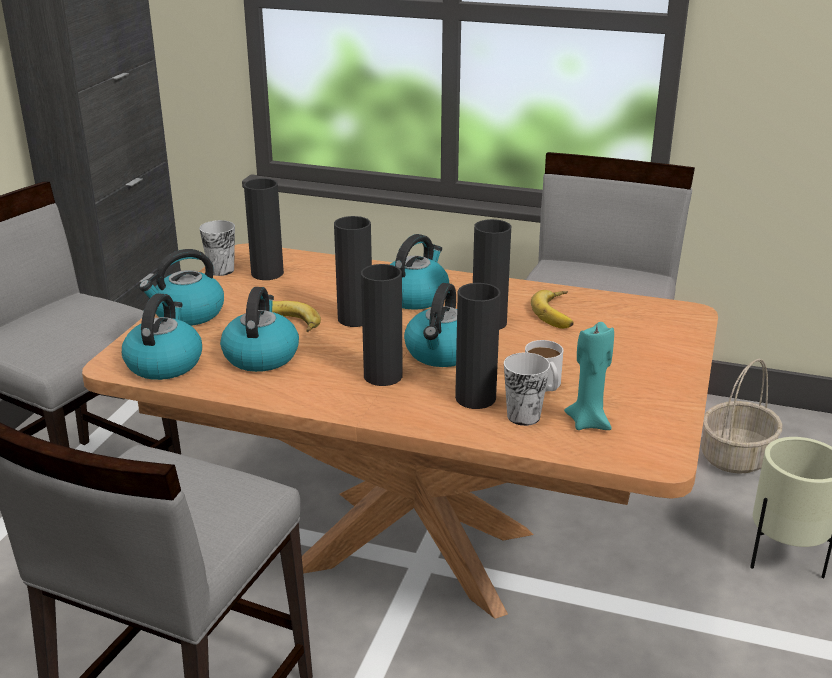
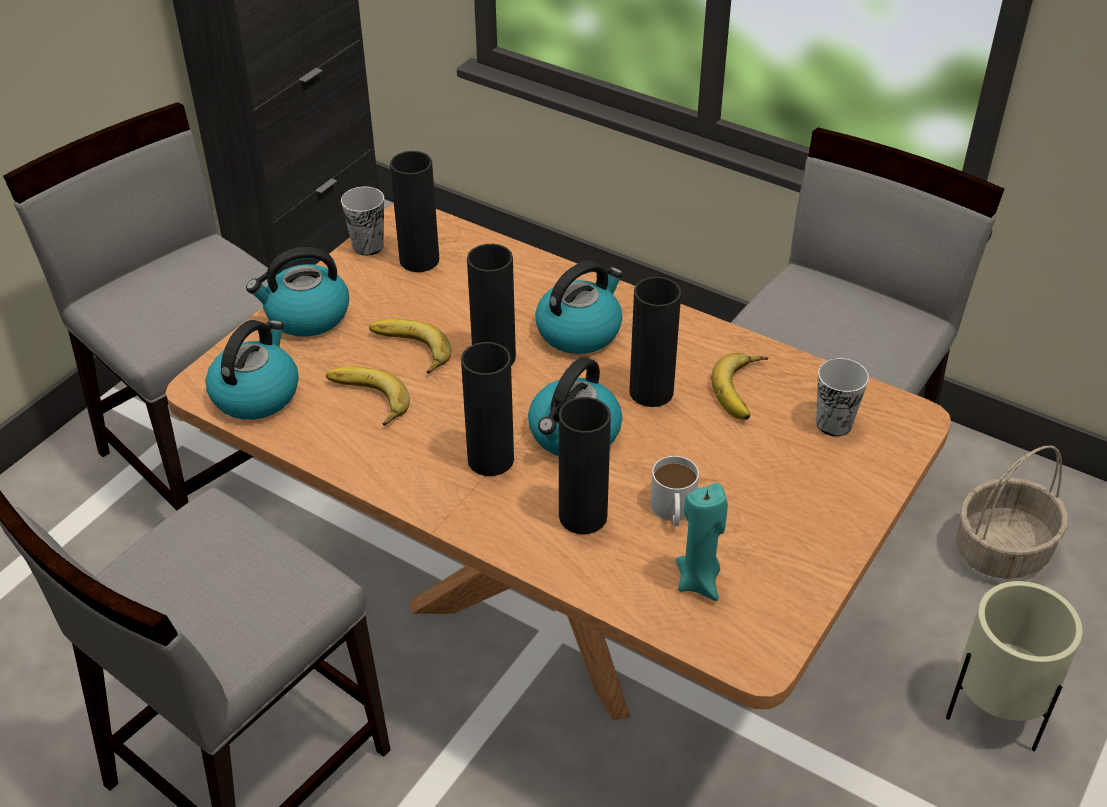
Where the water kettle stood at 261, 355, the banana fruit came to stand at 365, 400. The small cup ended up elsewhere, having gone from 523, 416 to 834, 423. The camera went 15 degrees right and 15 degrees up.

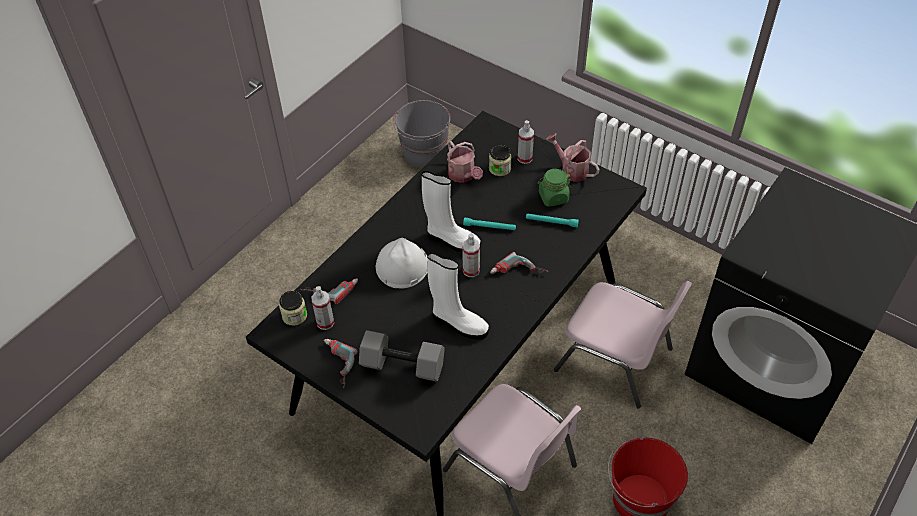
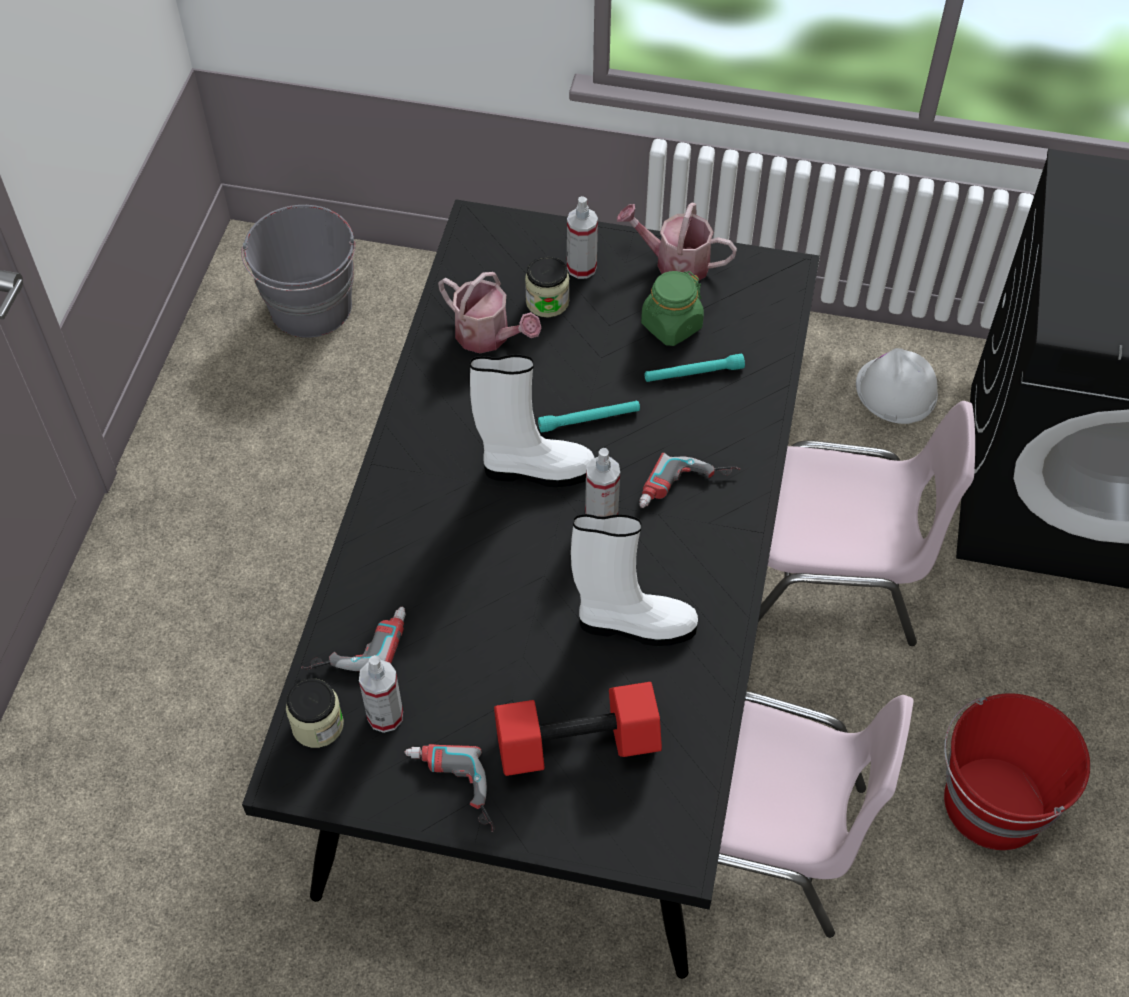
What was the dumbbell in gray at 401, 366 turned into the dumbbell in red at 575, 746. The work helmet in white ended up elsewhere, having gone from 402, 266 to 896, 390. The camera went 25 degrees left and 5 degrees up.

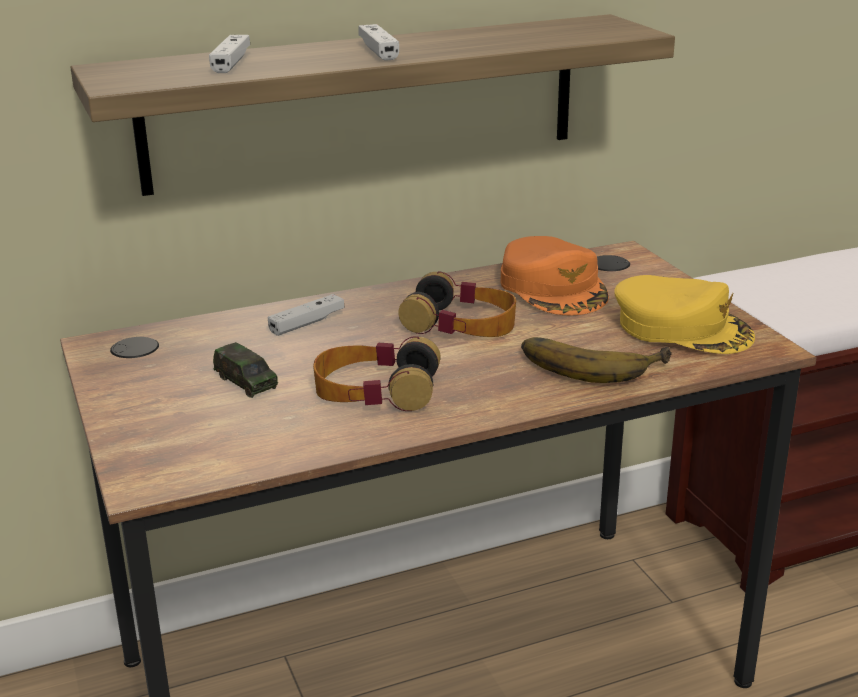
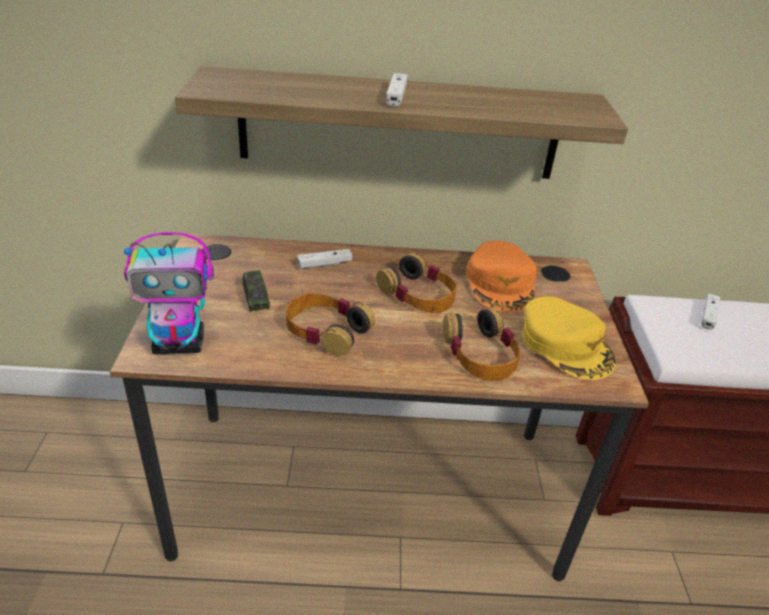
The second view gained the robot figure at 180, 344. Where the banana fruit stood at 591, 361, the pair of headphones came to stand at 480, 353. The joypad in white ended up elsewhere, having gone from 231, 63 to 708, 316. The camera went 20 degrees right and 10 degrees up.

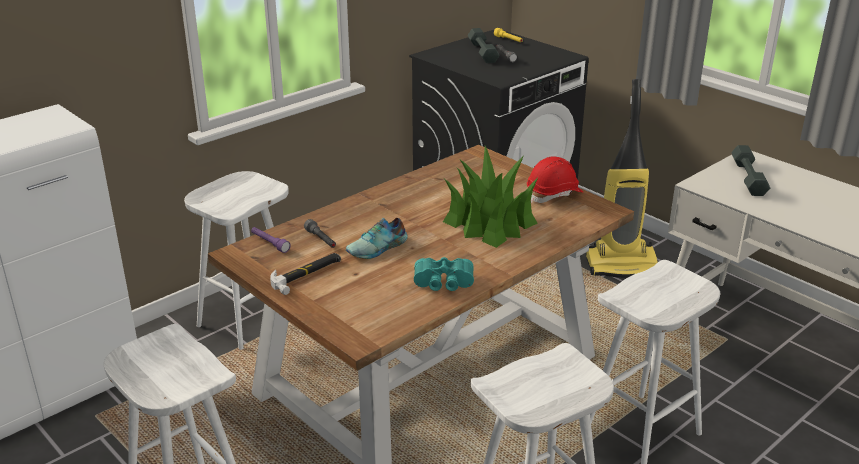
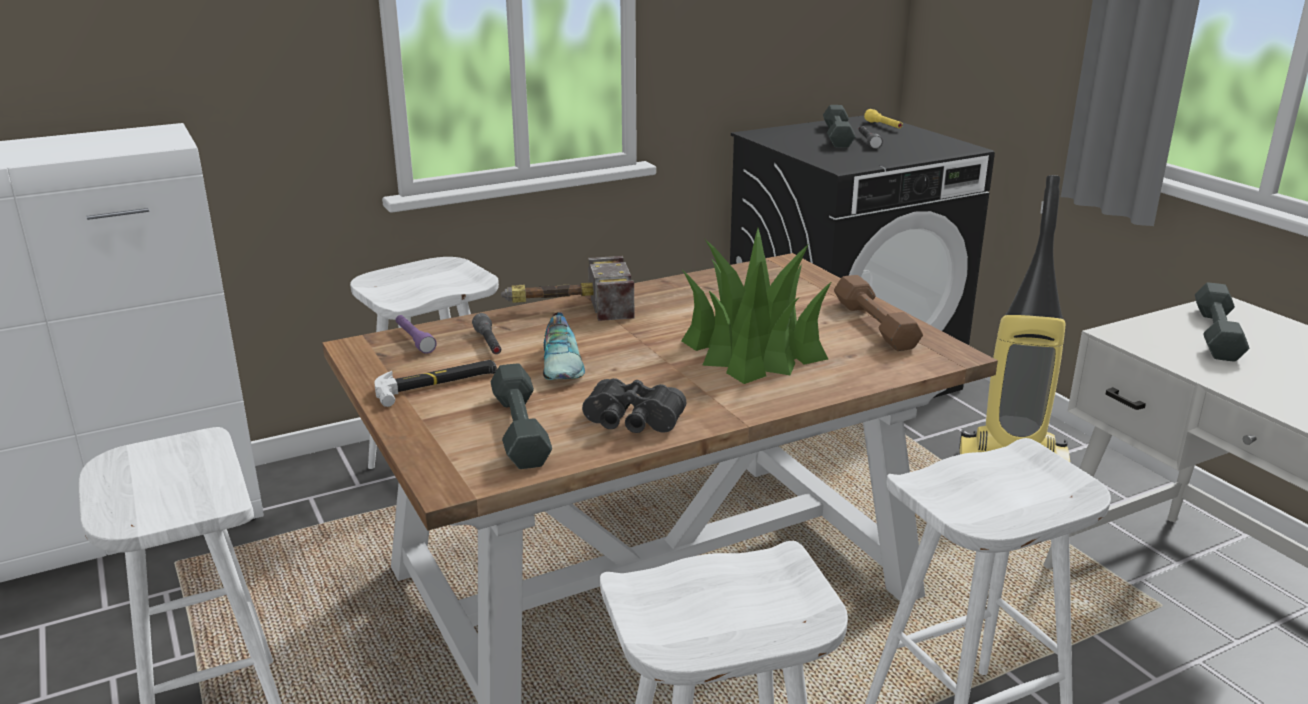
The second view gained the dumbbell in gray at 519, 428. The second view gained the hammer at 566, 308. The low shoe at 378, 248 ended up facing another way, 75 degrees counterclockwise from before. What was the pair of binoculars in turquoise-coloured at 443, 284 turned into the pair of binoculars in black-coloured at 631, 423. Where the work helmet in red stood at 554, 194, the dumbbell in brown came to stand at 875, 324. The camera went 15 degrees right and 5 degrees down.

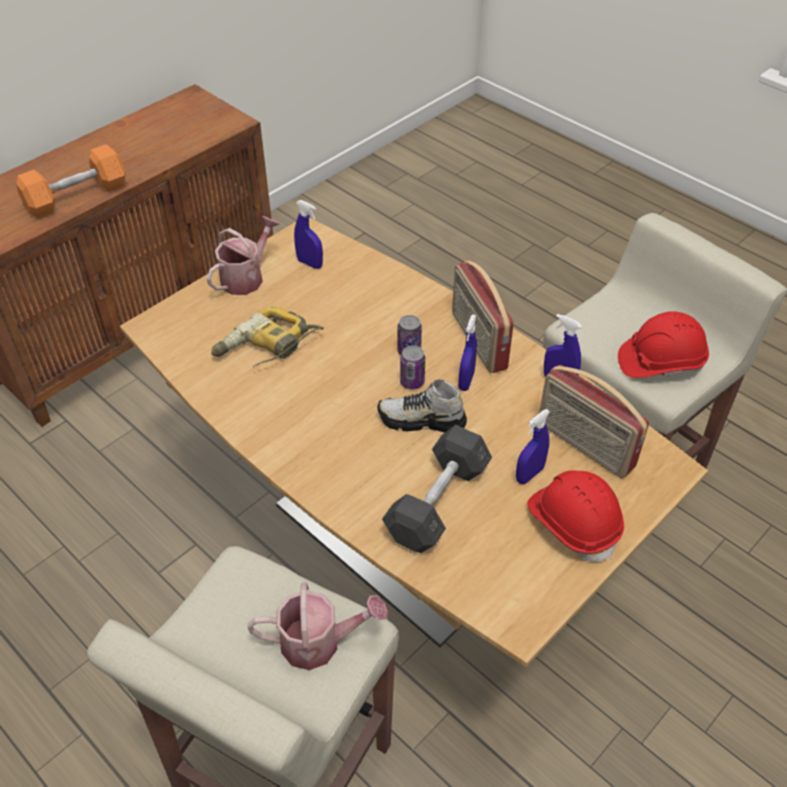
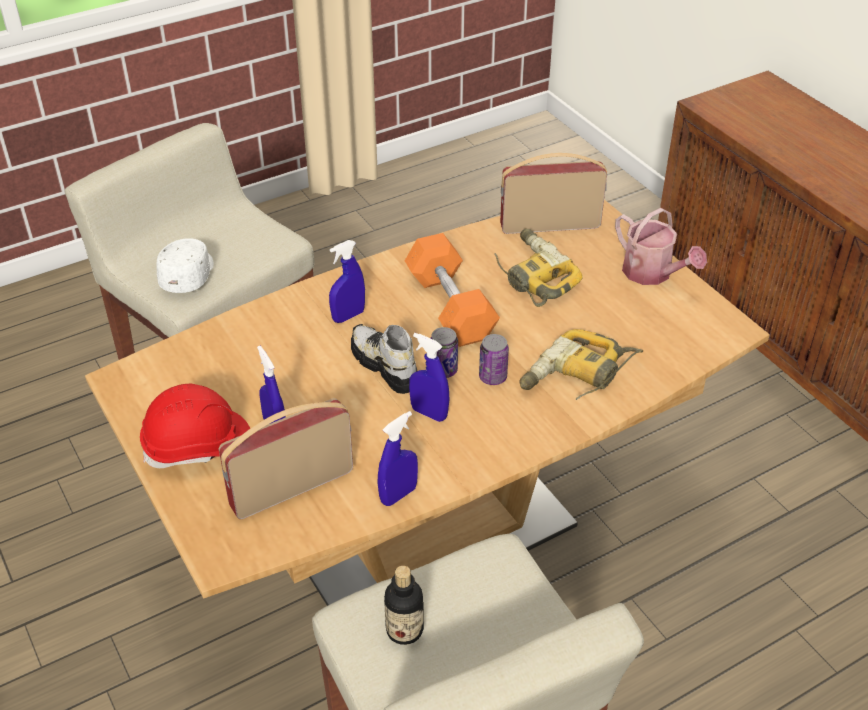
Where the watering pot stood at 319, 642, the baseball cap in white came to stand at 188, 275. The hand sprayer in bluish ended up elsewhere, having gone from 310, 263 to 348, 316. The low shoe at 421, 421 ended up facing another way, 60 degrees counterclockwise from before. Where the work helmet in red stood at 660, 362, the beverage bottle came to stand at 404, 630. The dumbbell in orangey ended up elsewhere, having gone from 76, 196 to 450, 307. The radio receiver ended up elsewhere, having gone from 477, 341 to 549, 225. The second view gained the electric drill at 578, 377. The second view lost the dumbbell in gray at 437, 502. The camera went 105 degrees right and 5 degrees down.

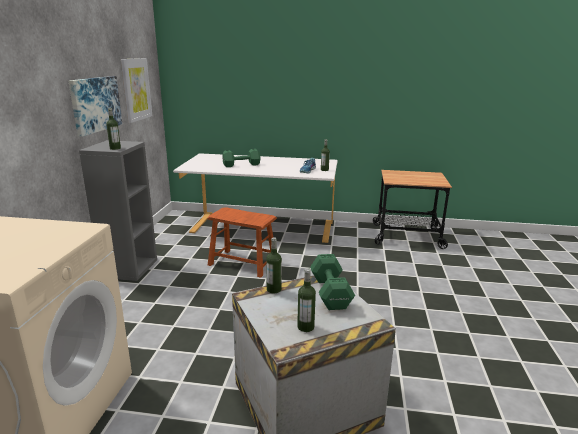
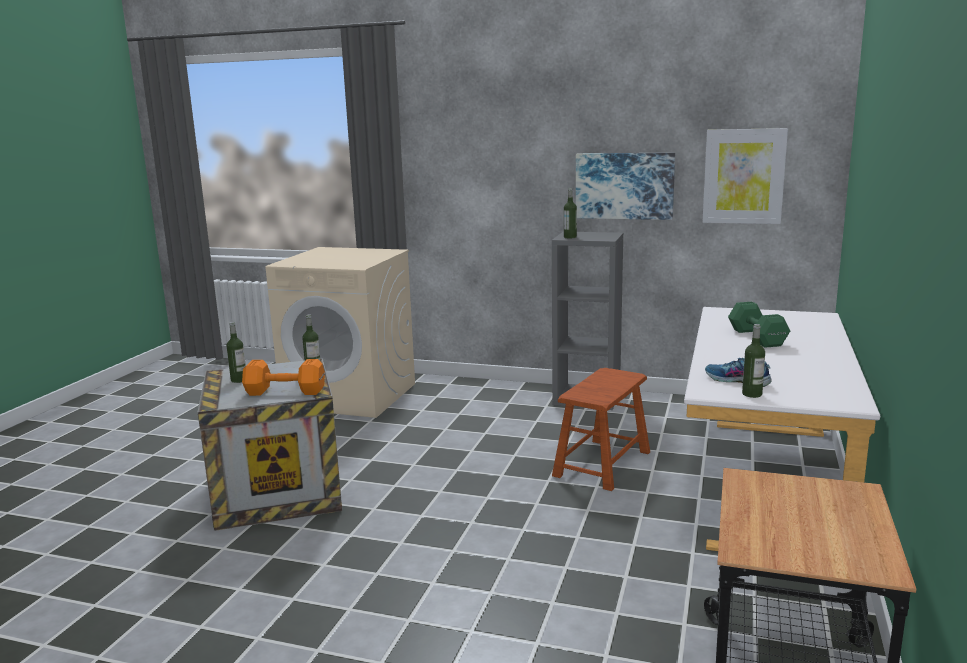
What was the dumbbell in greenish at 330, 293 turned into the dumbbell in orangey at 284, 391. The camera went 100 degrees right and 5 degrees down.

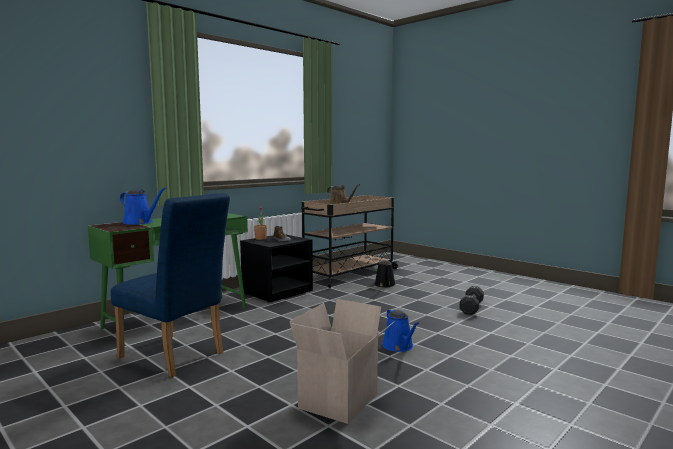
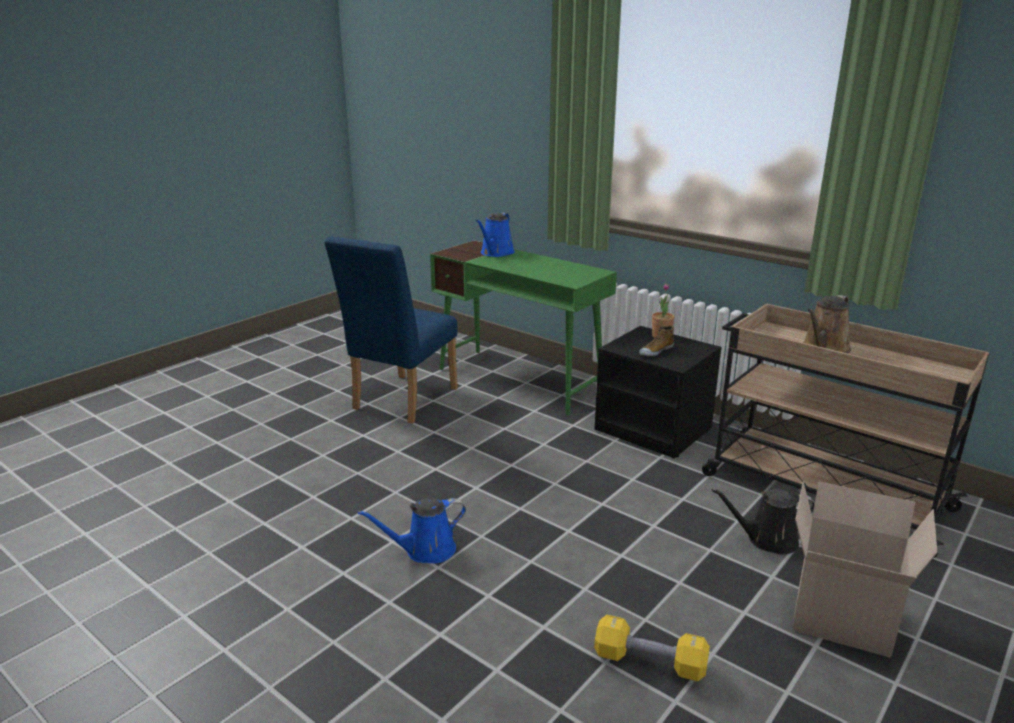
What was the dumbbell in black-coloured at 471, 308 turned into the dumbbell in yellow at 649, 662. The packing box ended up elsewhere, having gone from 340, 402 to 840, 620. The camera went 85 degrees right and 15 degrees up.

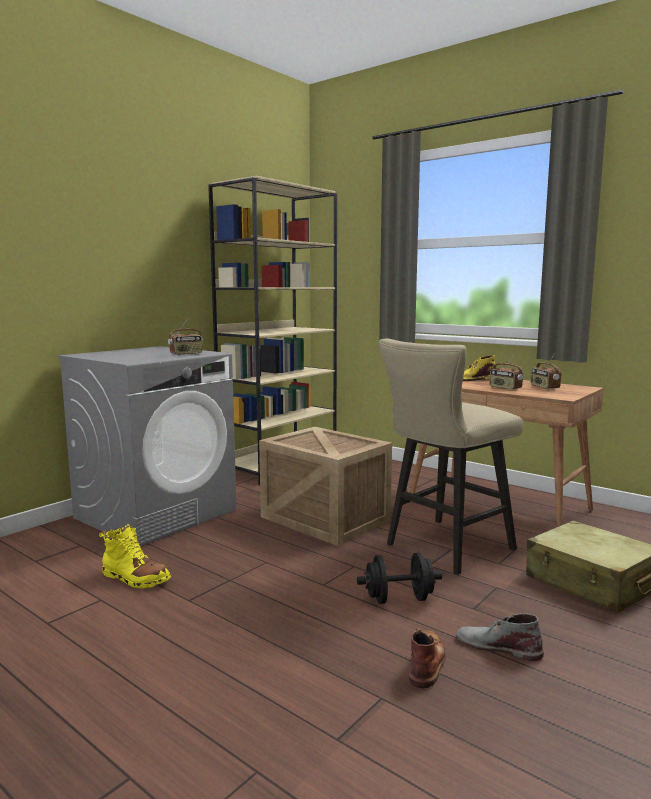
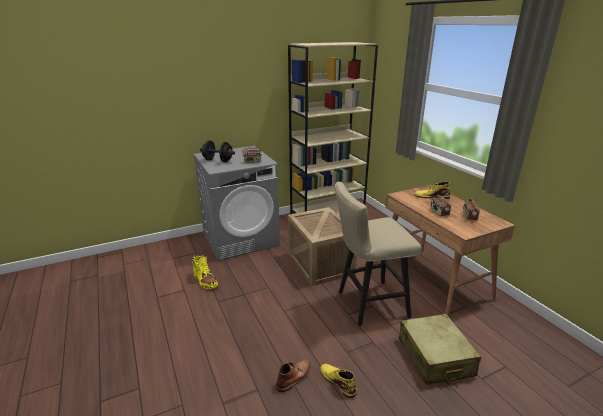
The dumbbell in black-coloured ended up elsewhere, having gone from 399, 599 to 218, 160. What was the high-top boot in gray at 497, 646 turned into the high-top boot in yellow at 337, 381. The camera went 25 degrees right and 15 degrees up.

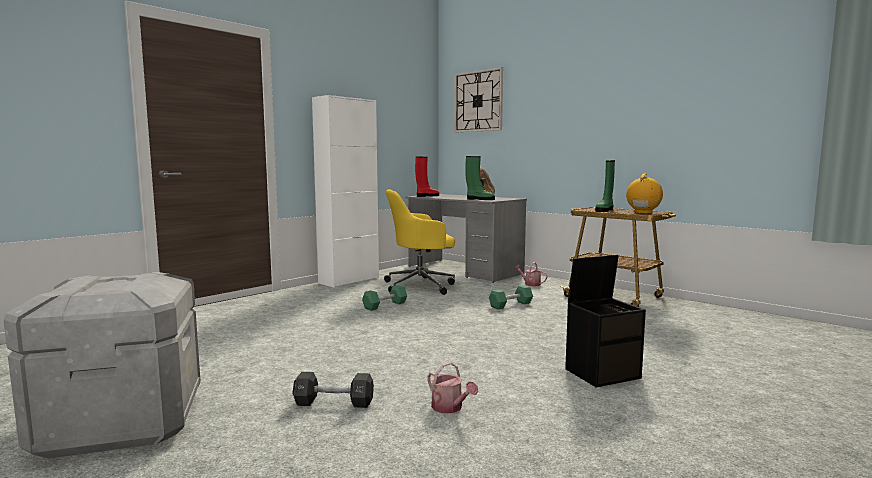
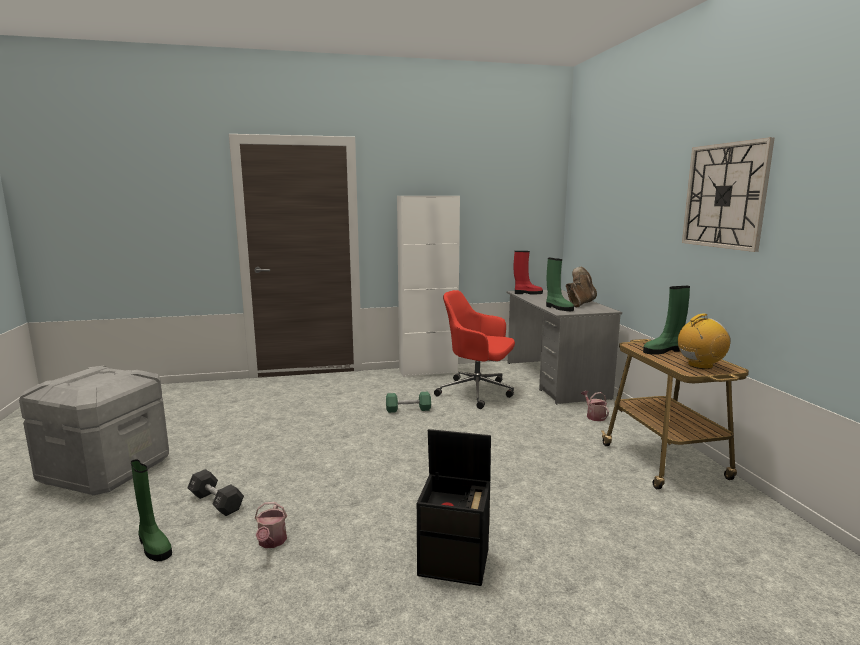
The second view gained the high-top boot in greenish at 153, 546. What was the office chair in yellow at 421, 286 turned into the office chair in red at 477, 392. The hanging clock ended up elsewhere, having gone from 478, 101 to 724, 196. The second view lost the dumbbell in greenish at 510, 305. The camera went 35 degrees right and 5 degrees up.

